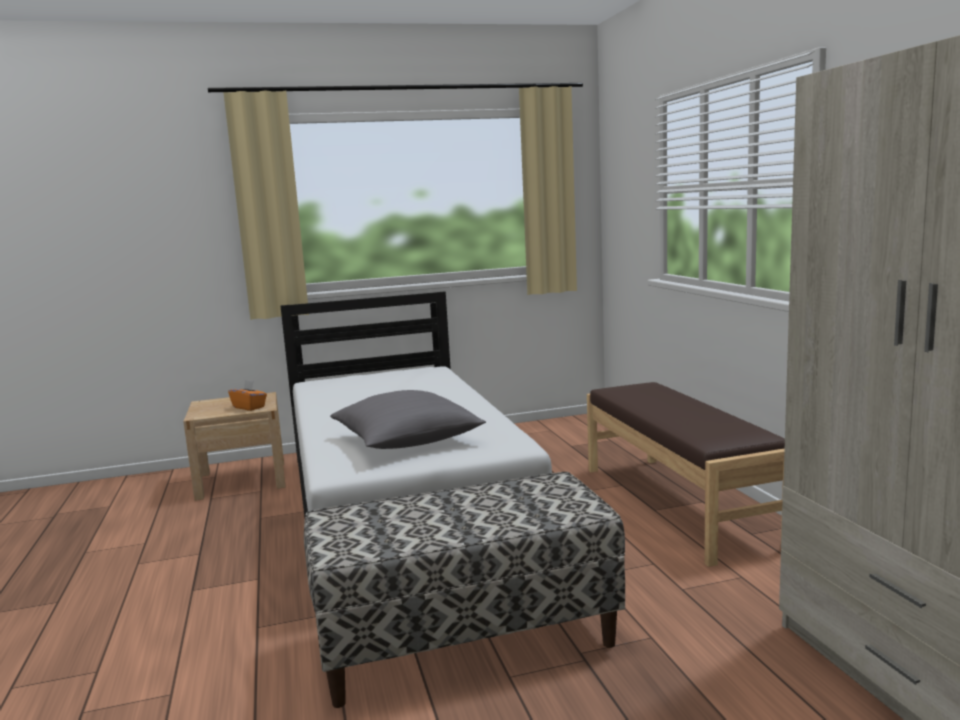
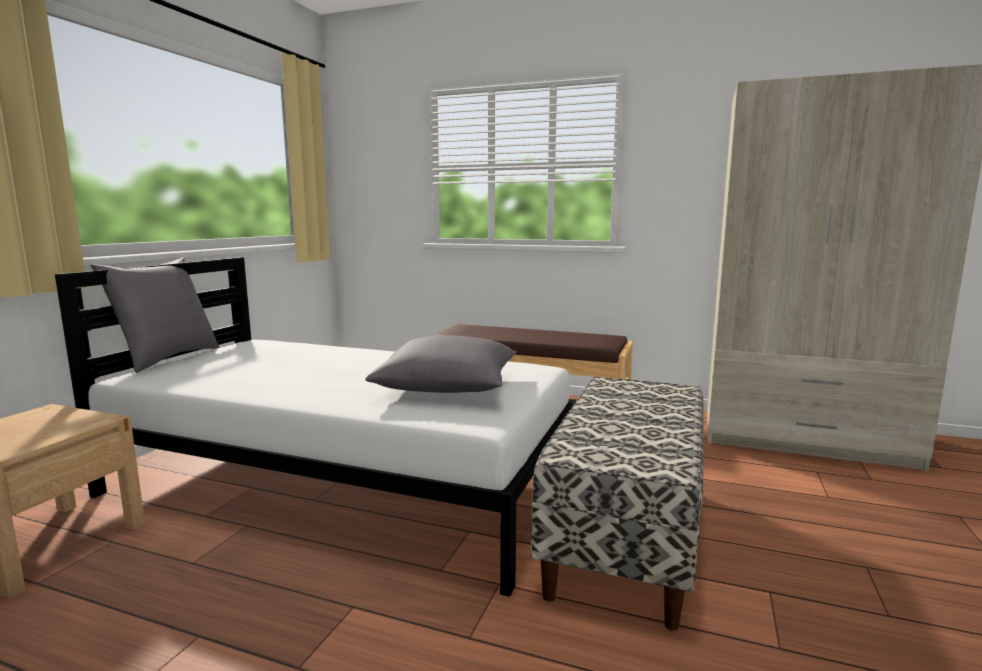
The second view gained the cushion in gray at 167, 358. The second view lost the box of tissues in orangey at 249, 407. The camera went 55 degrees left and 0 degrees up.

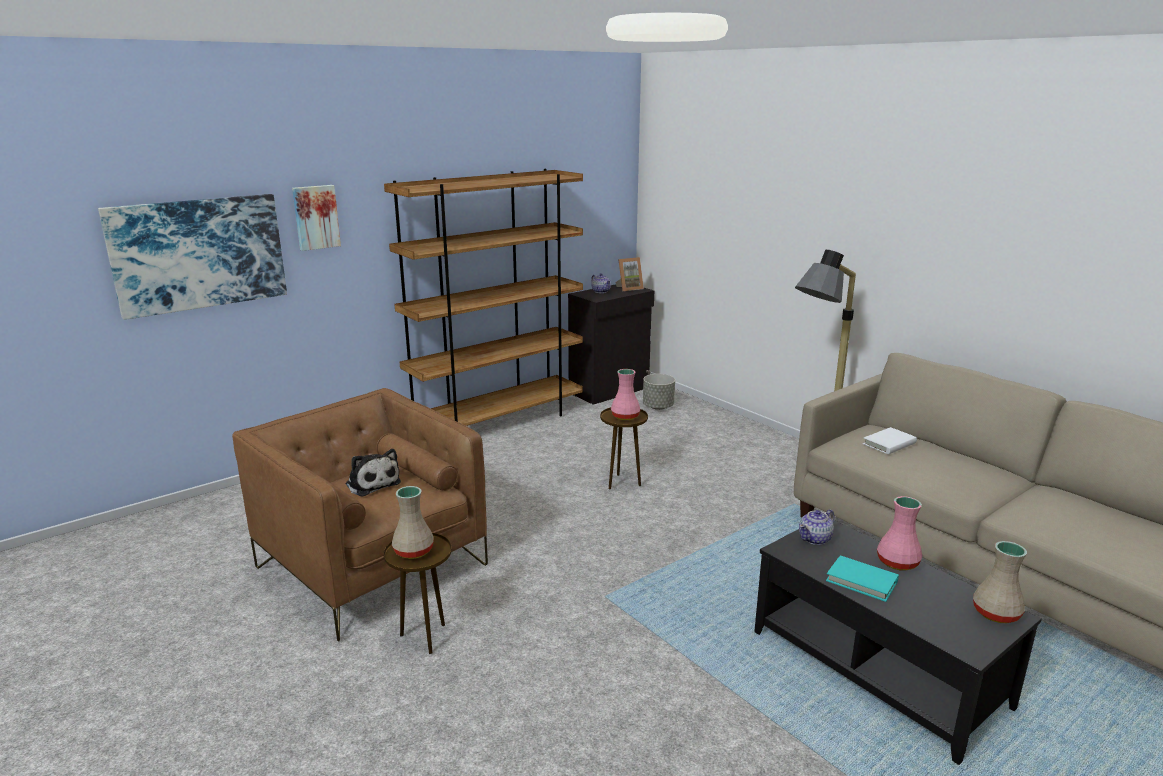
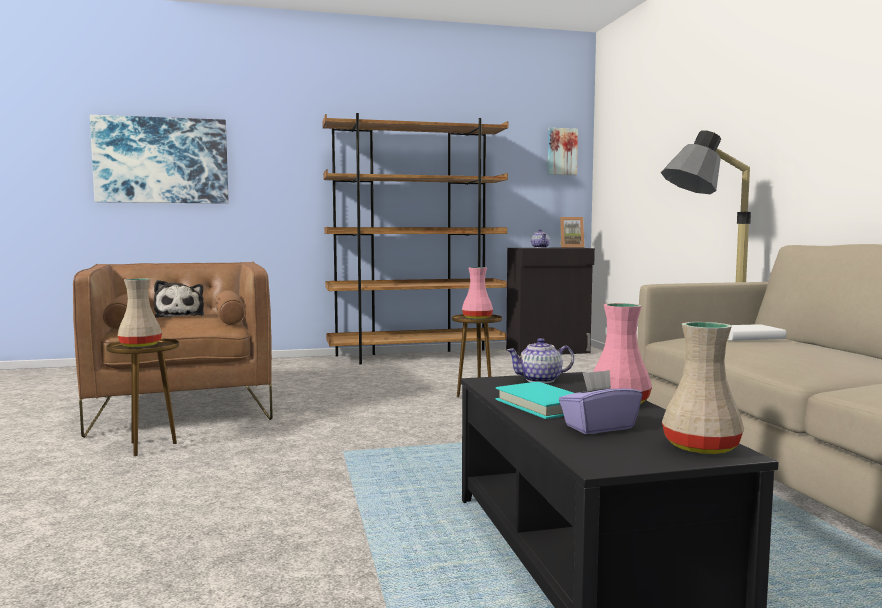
The picture ended up elsewhere, having gone from 316, 217 to 561, 152. The second view gained the box of tissues in purple at 598, 427. The second view lost the plant pot in gray at 658, 407. The camera went 25 degrees right and 15 degrees down.

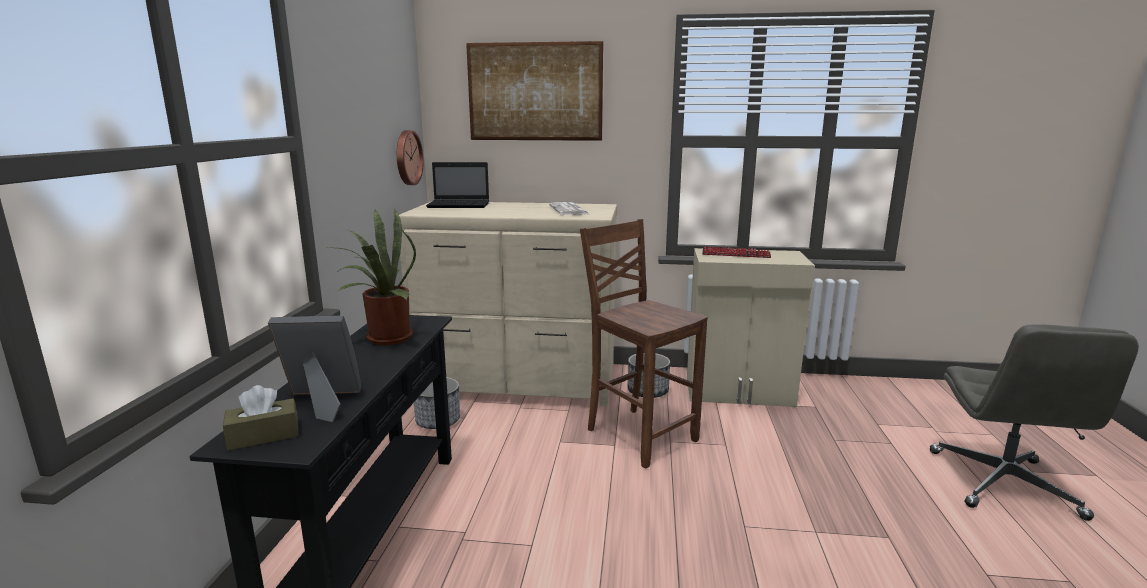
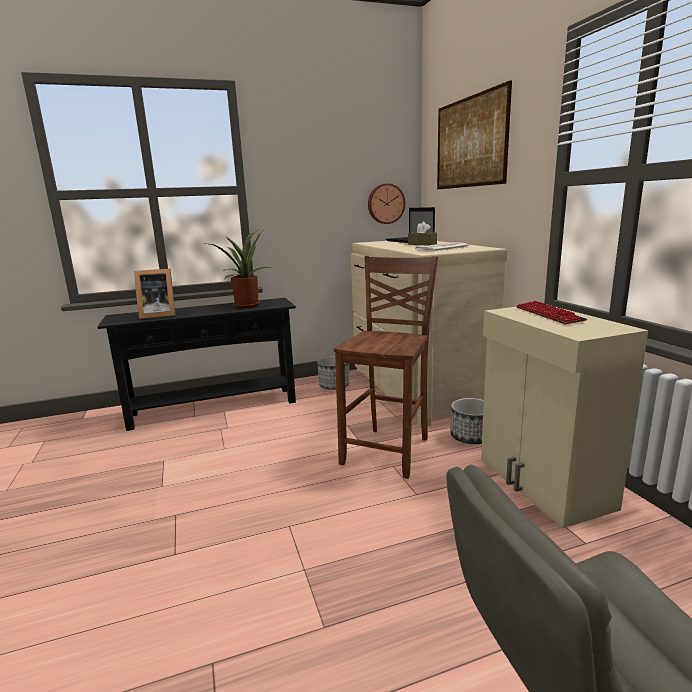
The standing frame at 322, 402 ended up facing another way, 105 degrees clockwise from before. The box of tissues in brown ended up elsewhere, having gone from 264, 435 to 422, 244. The camera went 65 degrees right and 0 degrees up.

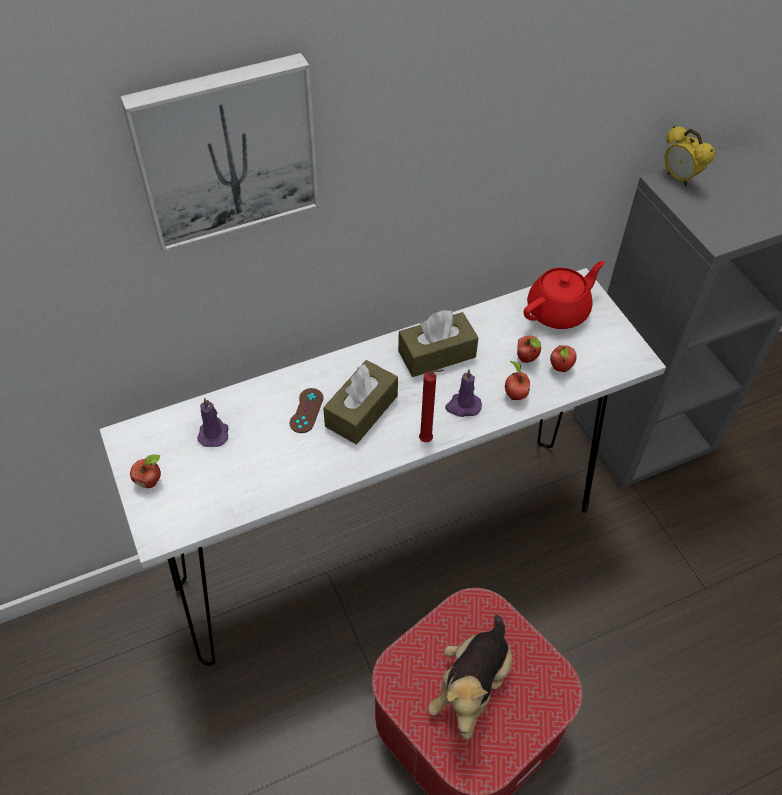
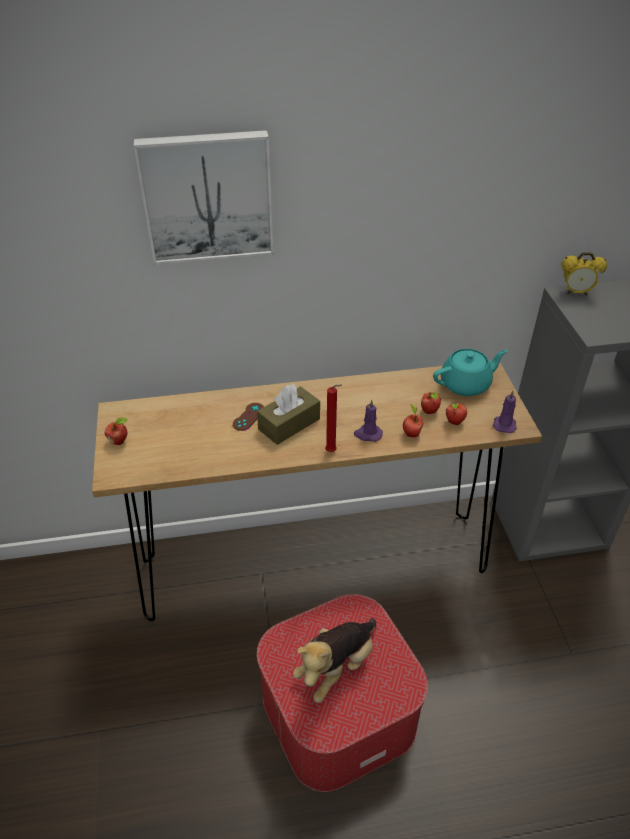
What was the console table in white at 389, 545 turned into the console table in brown at 314, 565. What was the pot for tea in red at 559, 311 turned into the pot for tea in turquoise-coloured at 466, 384. The wax candle in purple ended up elsewhere, having gone from 214, 433 to 504, 424. The alarm clock at 679, 178 ended up facing another way, 60 degrees counterclockwise from before. The second view lost the box of tissues in brown at 437, 354. The camera went 15 degrees right and 10 degrees down.

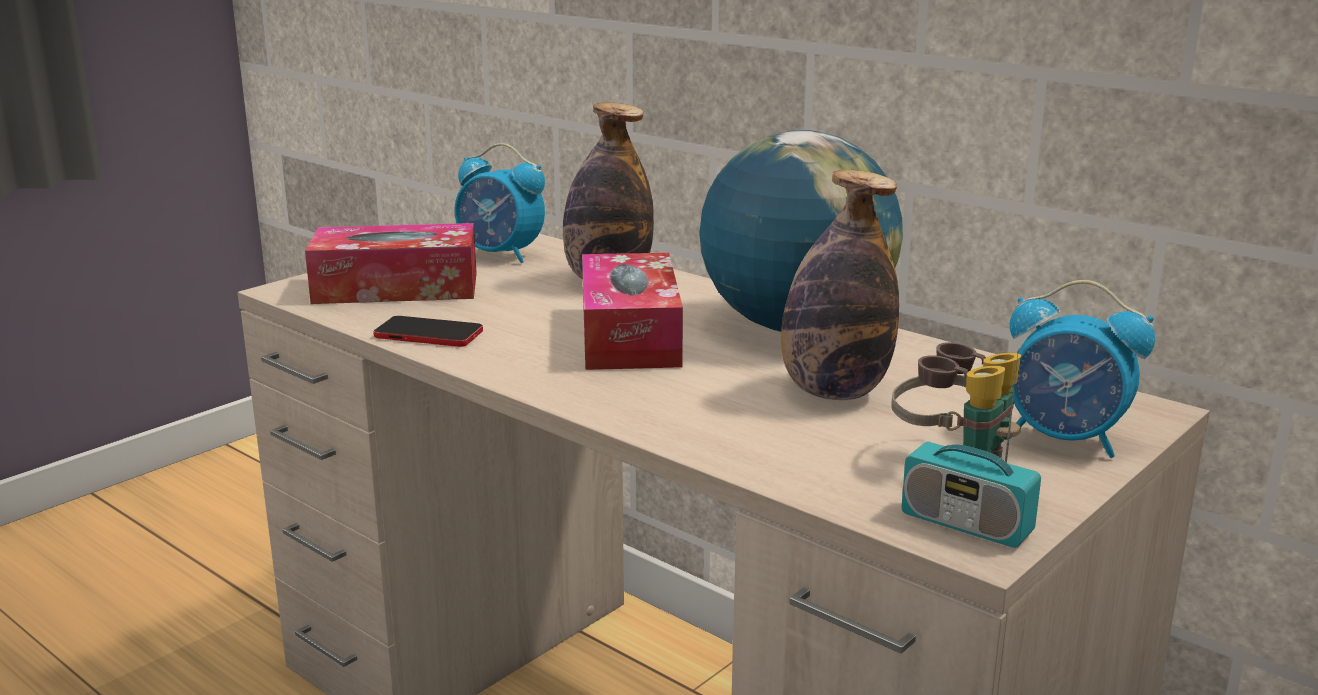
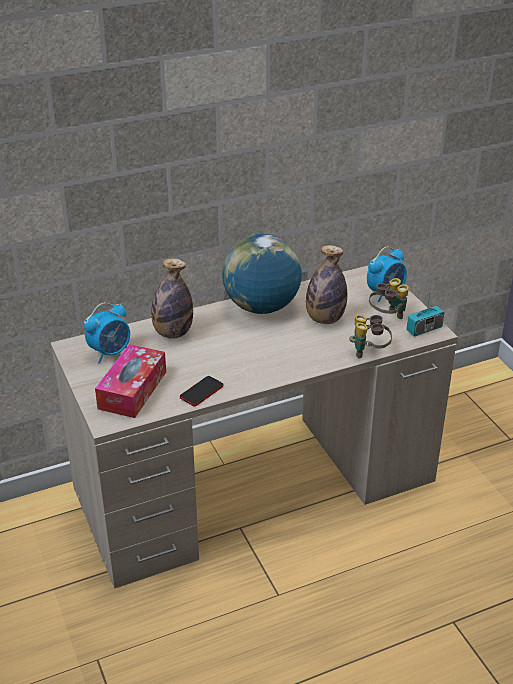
The second view gained the pair of binoculars at 369, 352. The second view lost the box of tissues at 629, 335. The camera went 65 degrees left and 15 degrees up.

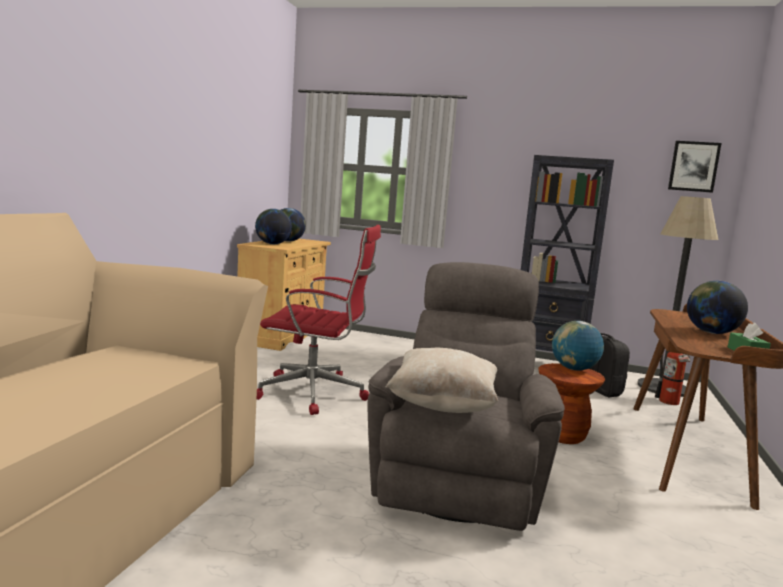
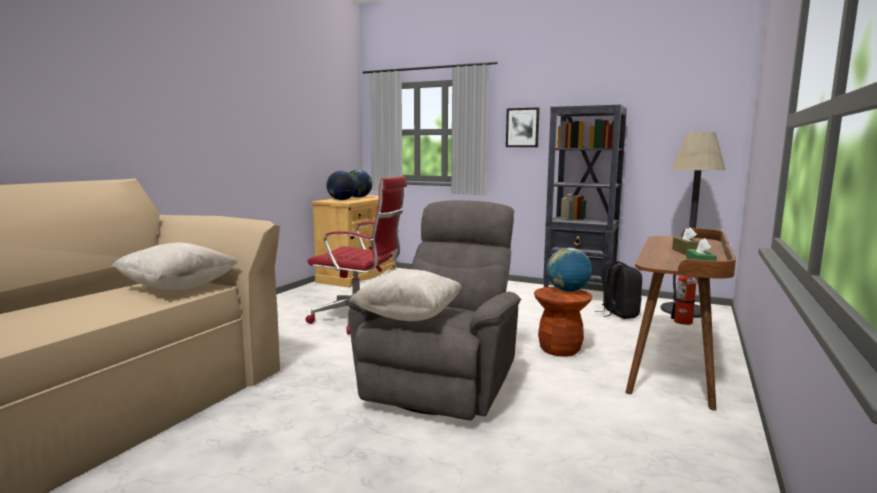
The second view gained the cushion in beige-coloured at 178, 288. The picture ended up elsewhere, having gone from 693, 166 to 522, 127. Where the desk globe stood at 711, 332, the box of tissues in brown came to stand at 686, 252. The camera went 10 degrees right and 0 degrees up.

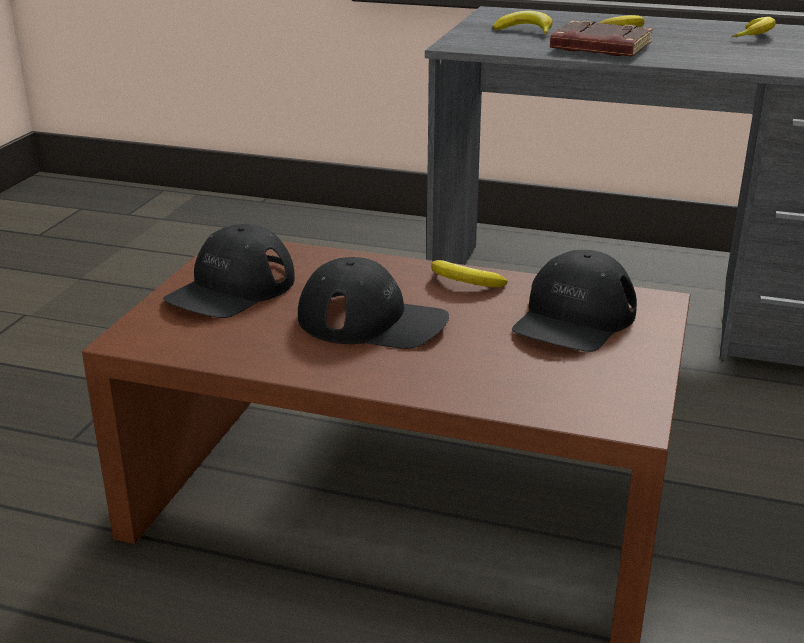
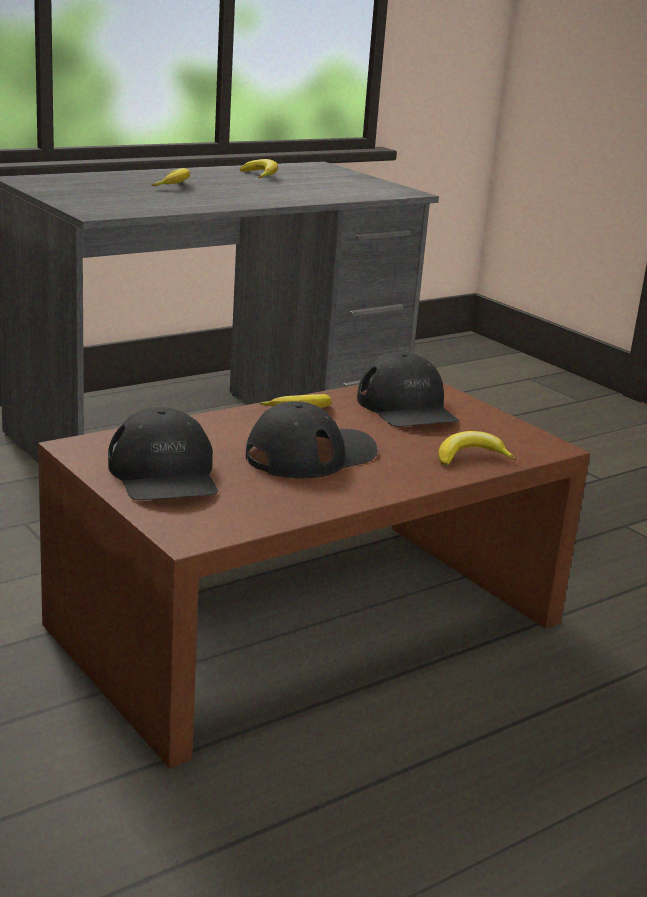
The banana fruit ended up elsewhere, having gone from 525, 31 to 470, 457. The second view lost the bound book in brown at 598, 48. The camera went 55 degrees left and 5 degrees down.

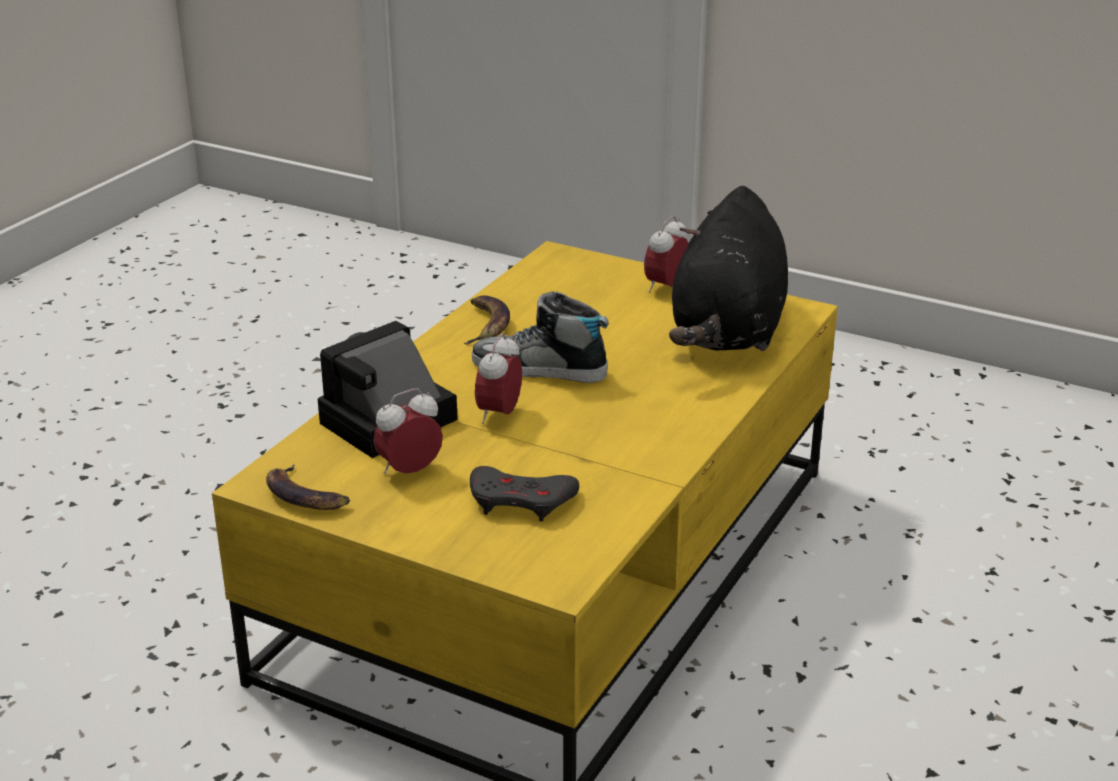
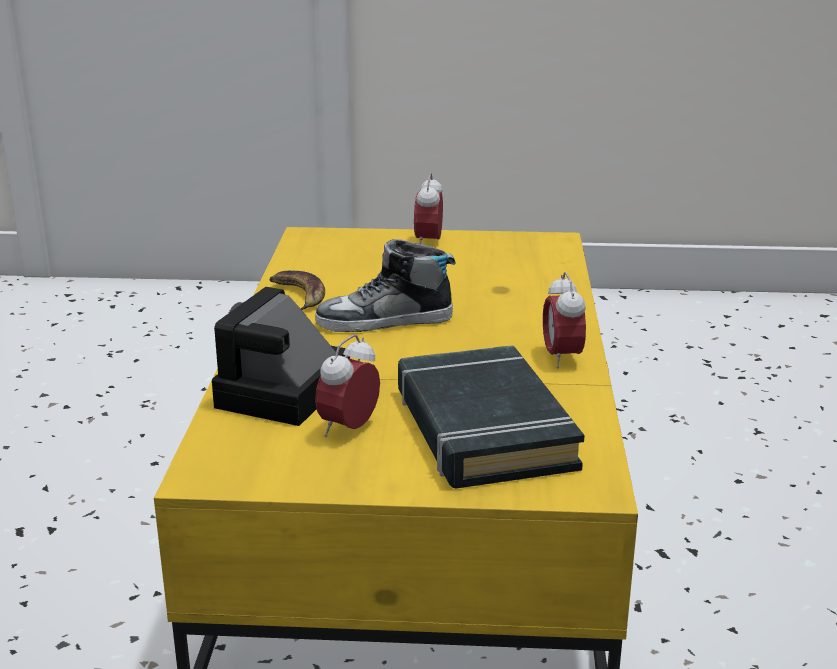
Where the joypad in gray stood at 521, 501, the bound book in black-coloured came to stand at 482, 429. The alarm clock ended up elsewhere, having gone from 499, 414 to 562, 358. The second view lost the banana fruit at 305, 496. The second view lost the cuddly toy in black-coloured at 728, 331. The camera went 25 degrees left and 5 degrees down.

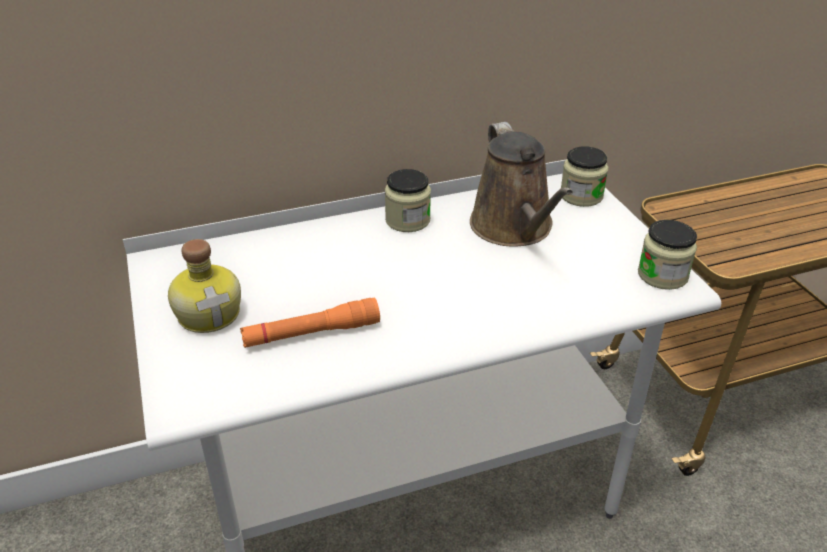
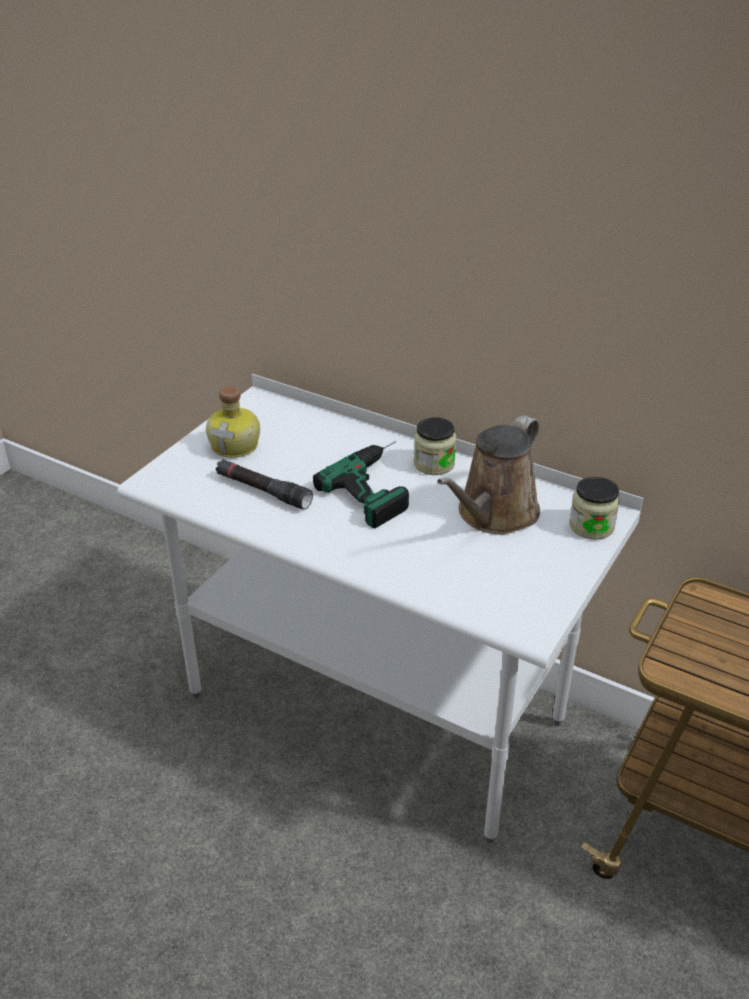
What was the hand torch in orangey at 311, 333 turned into the hand torch in black-coloured at 263, 491. The second view gained the electric drill at 380, 485. The second view lost the jar at 662, 275. The camera went 50 degrees right and 0 degrees up.

